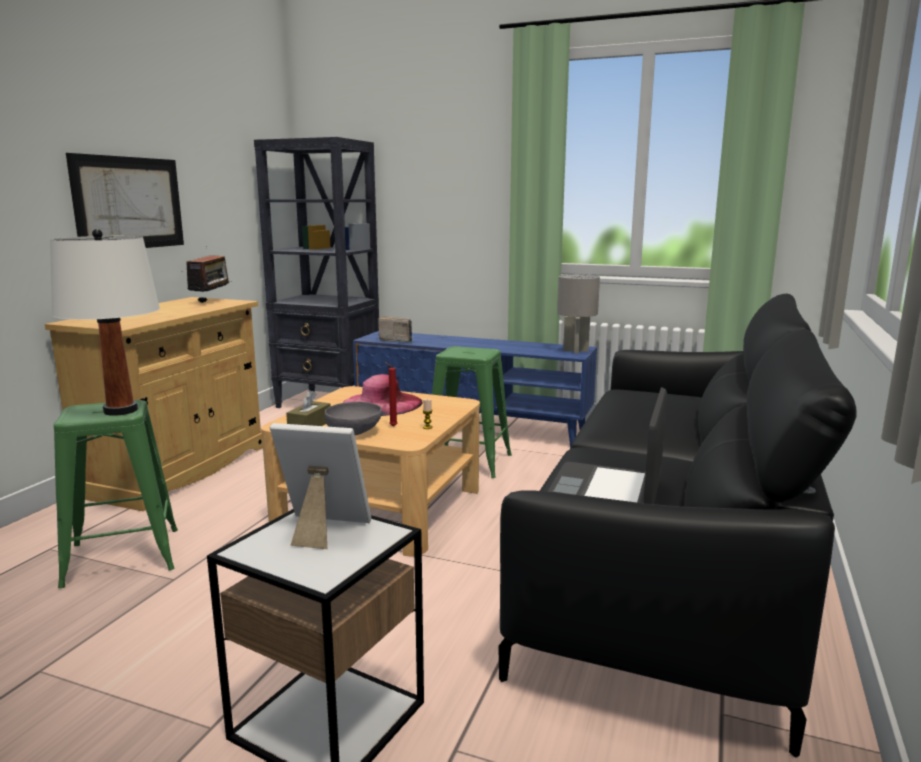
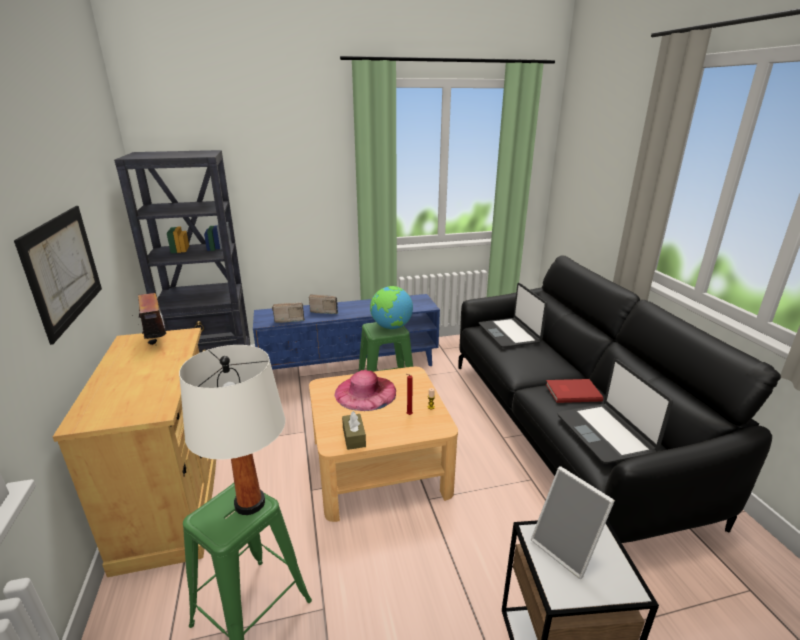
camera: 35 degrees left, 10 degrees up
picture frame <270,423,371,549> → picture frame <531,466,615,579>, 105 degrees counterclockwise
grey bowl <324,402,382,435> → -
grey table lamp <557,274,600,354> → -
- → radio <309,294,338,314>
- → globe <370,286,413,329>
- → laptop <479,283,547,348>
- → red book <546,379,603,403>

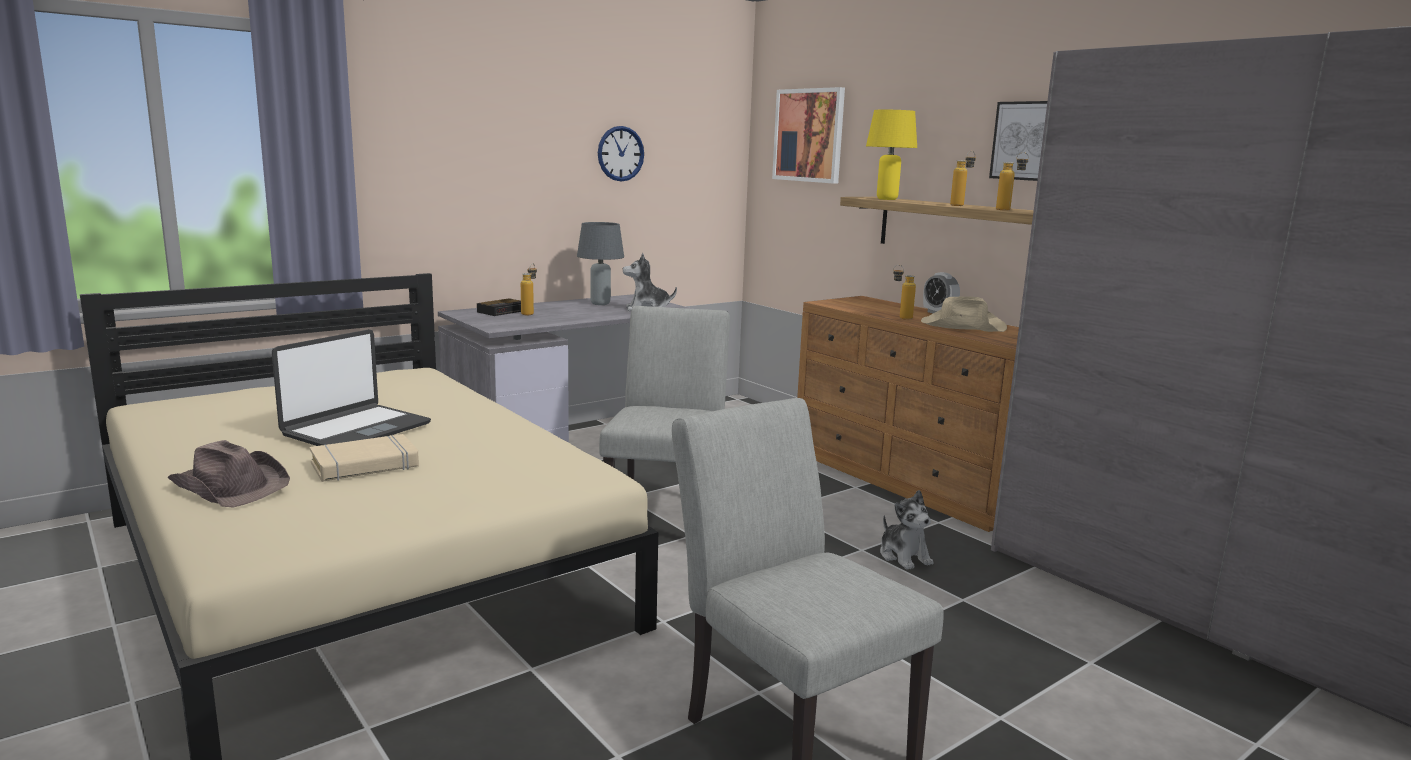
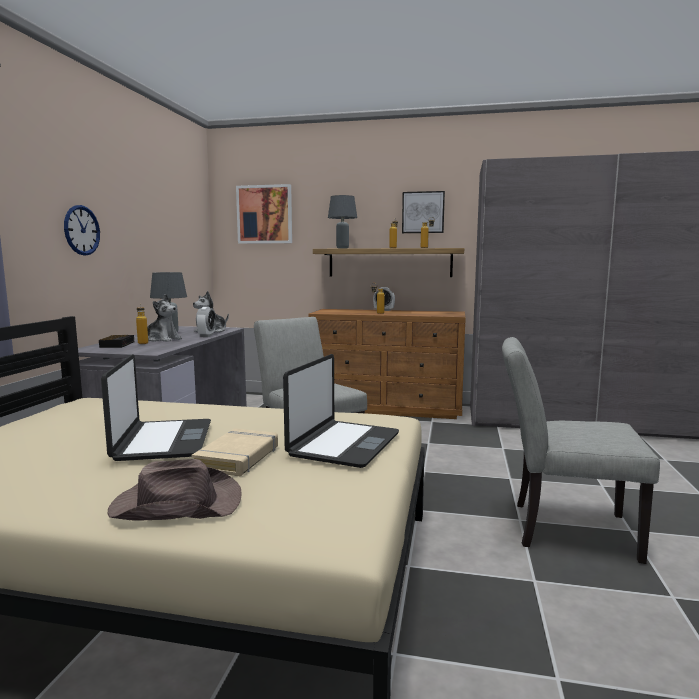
camera: 40 degrees left, 5 degrees down
wall clock <598,126,644,182> → wall clock <64,205,100,256>, move
yellow table lamp <866,110,917,200> → grey table lamp <328,195,357,249>
plush toy <880,490,933,570> → plush toy <147,294,182,342>, move
beige hat <921,297,1007,332> → -
- → alarm clock <196,307,216,337>
- → laptop <283,354,399,468>

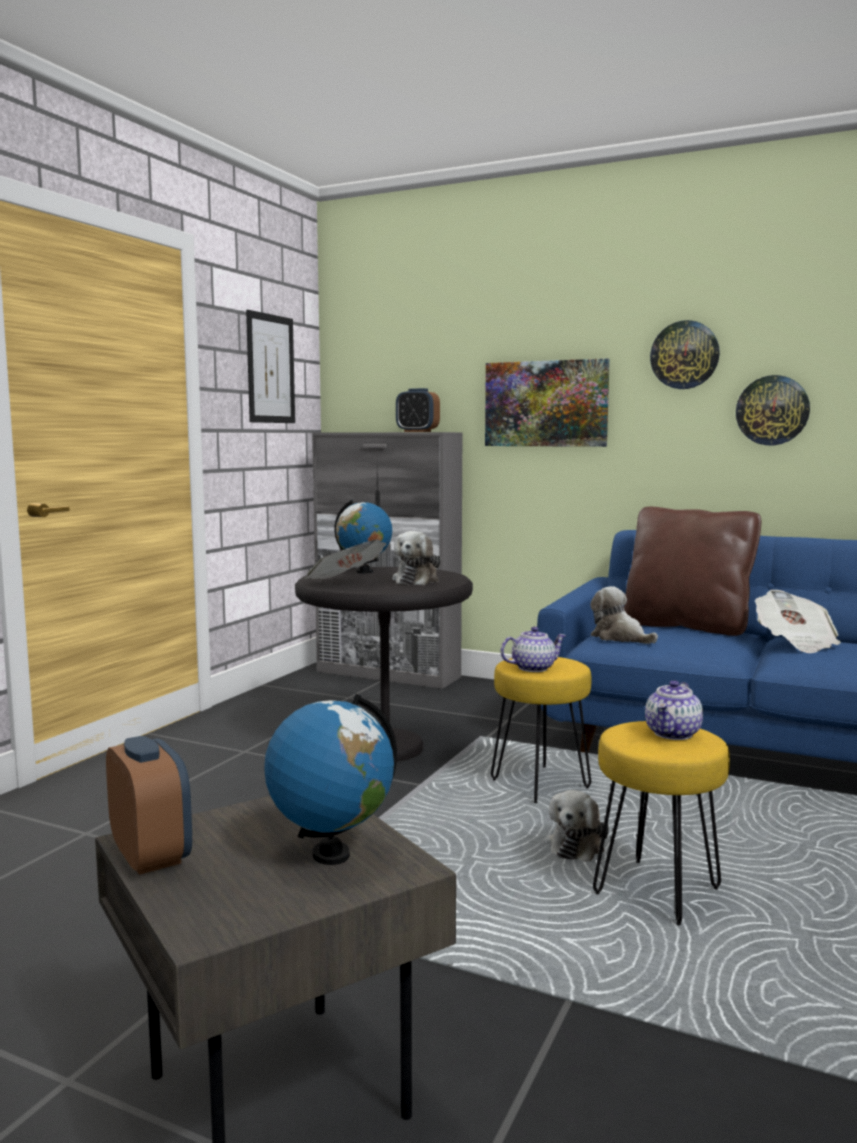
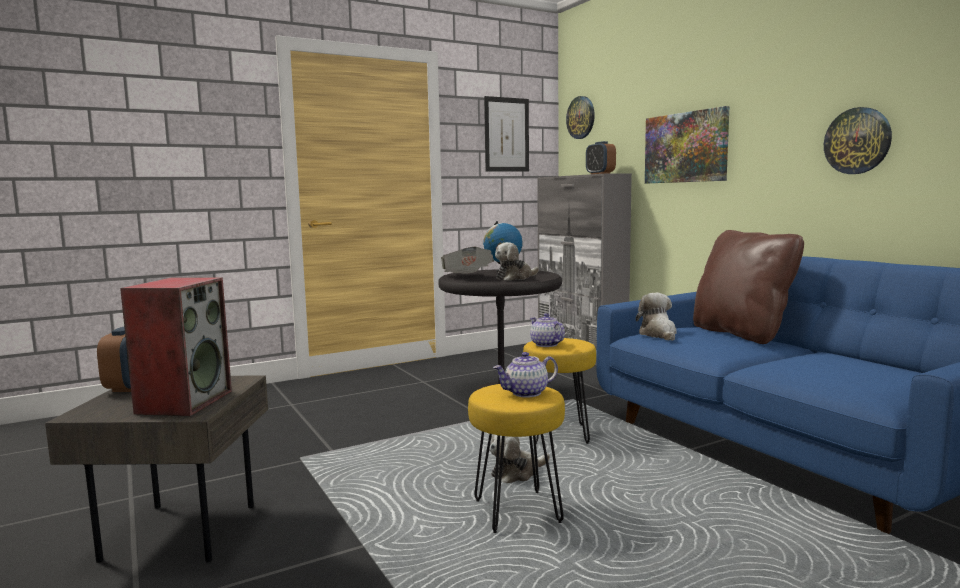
camera: 35 degrees right, 0 degrees up
globe <264,694,397,865> → speaker <120,277,232,416>
teapot <500,627,566,672> → teapot <530,313,565,347>, 135 degrees counterclockwise
wall clock <650,320,720,389> → wall clock <566,96,595,139>, move
newspaper <755,590,841,653> → -

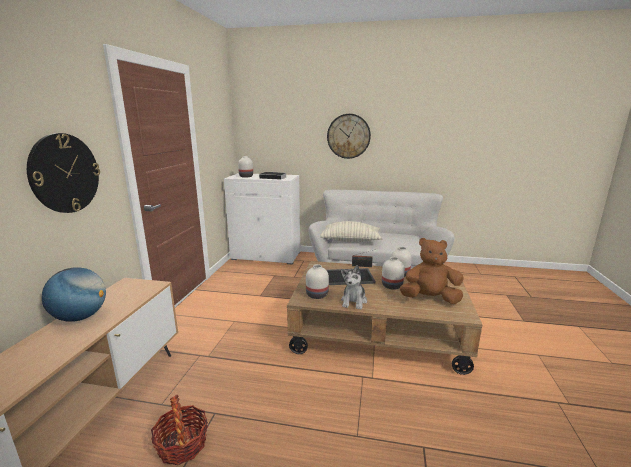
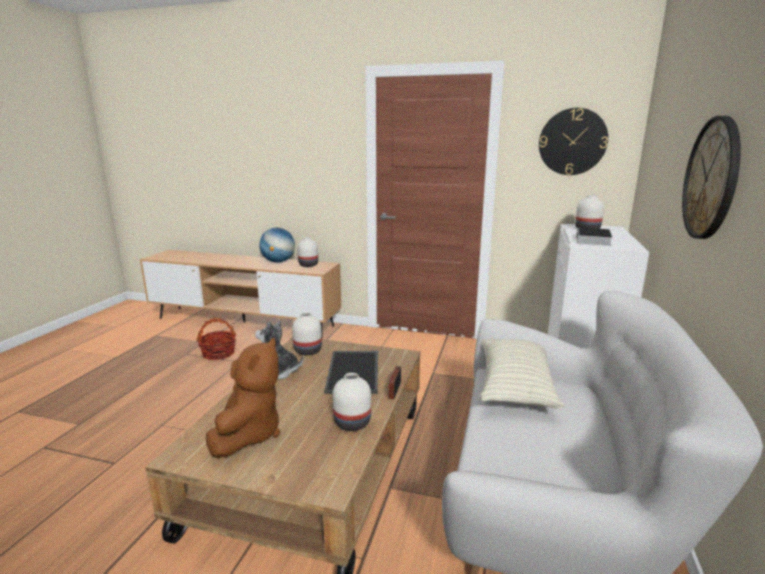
camera: 95 degrees right, 0 degrees up
wall clock <27,133,100,213> → wall clock <539,108,608,175>, move
white vase <382,257,405,290> → white vase <298,237,318,267>, move

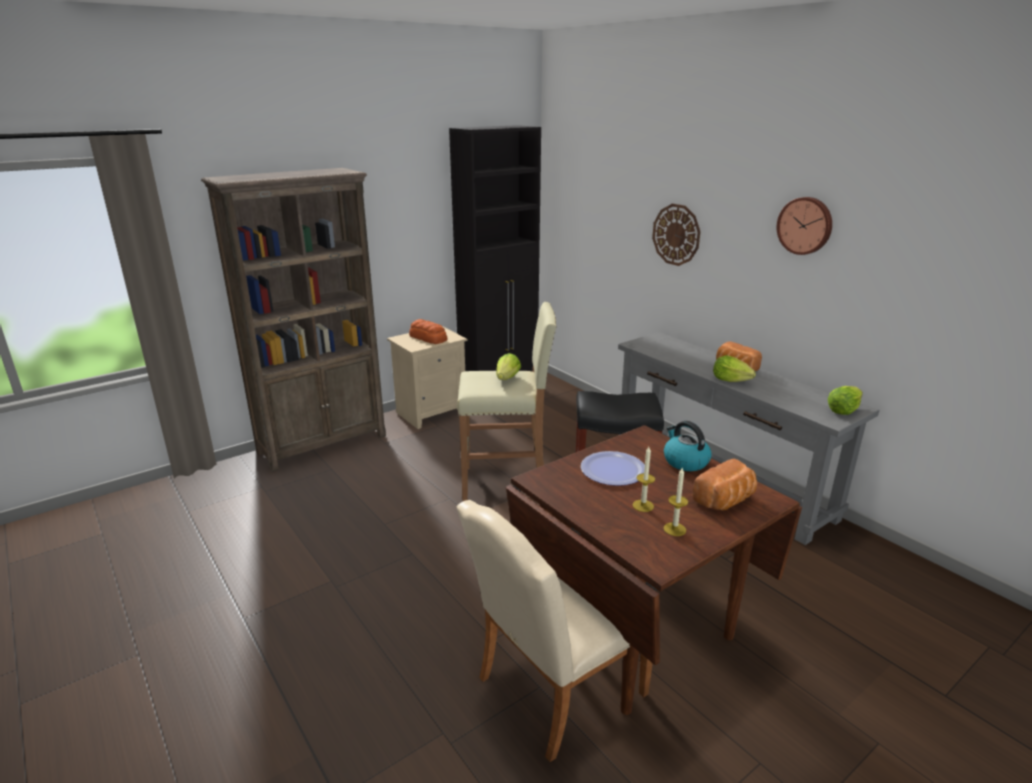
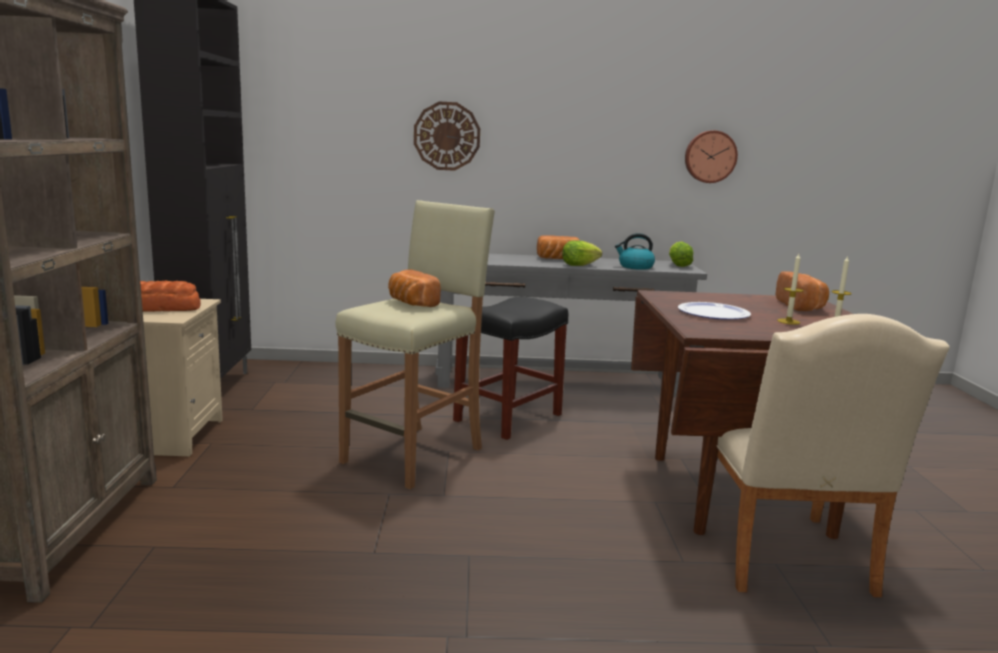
camera: 55 degrees left, 10 degrees down
lettuce <496,353,521,380> → bread <388,269,441,307>
kettle <664,421,712,471> → kettle <615,233,655,270>, move
wall clock <777,197,832,255> → wall clock <685,130,738,183>, move

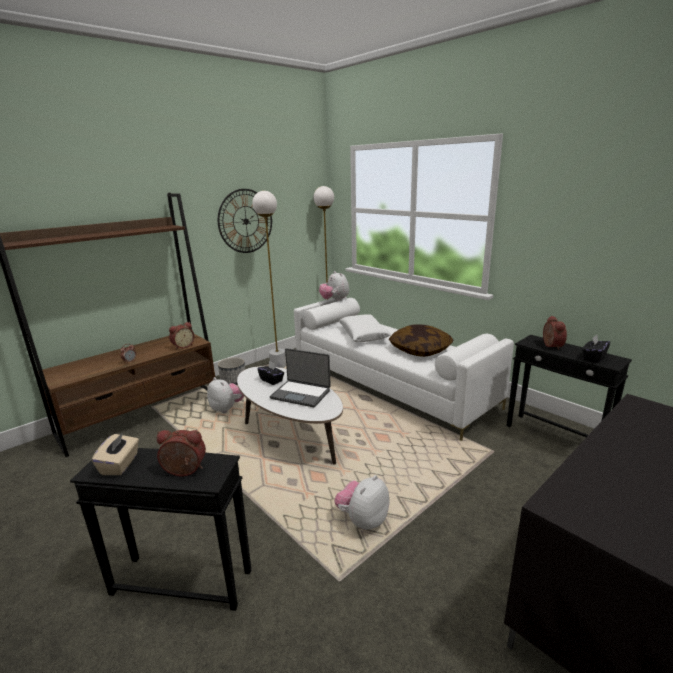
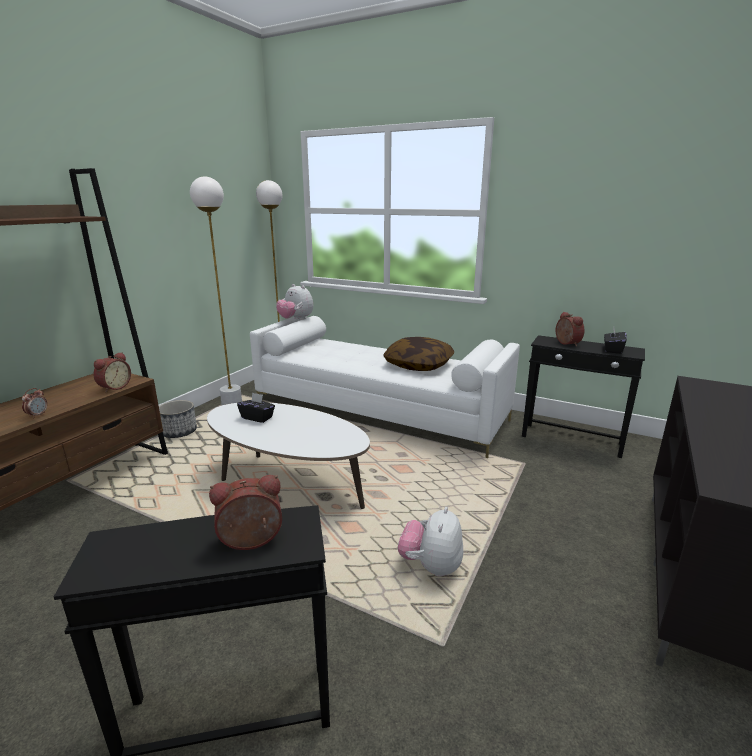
camera: 20 degrees left, 0 degrees up
beige tissue box <92,432,139,475> → -
plush toy <207,377,244,413> → -
wall clock <218,189,272,253> → -
laptop <270,348,331,407> → -
white pillow <339,314,391,342> → -

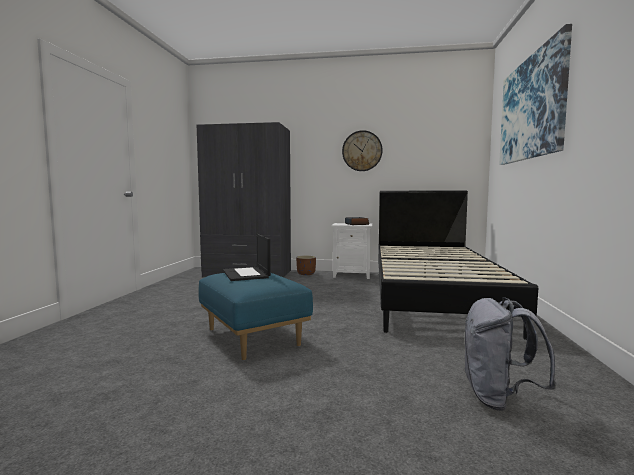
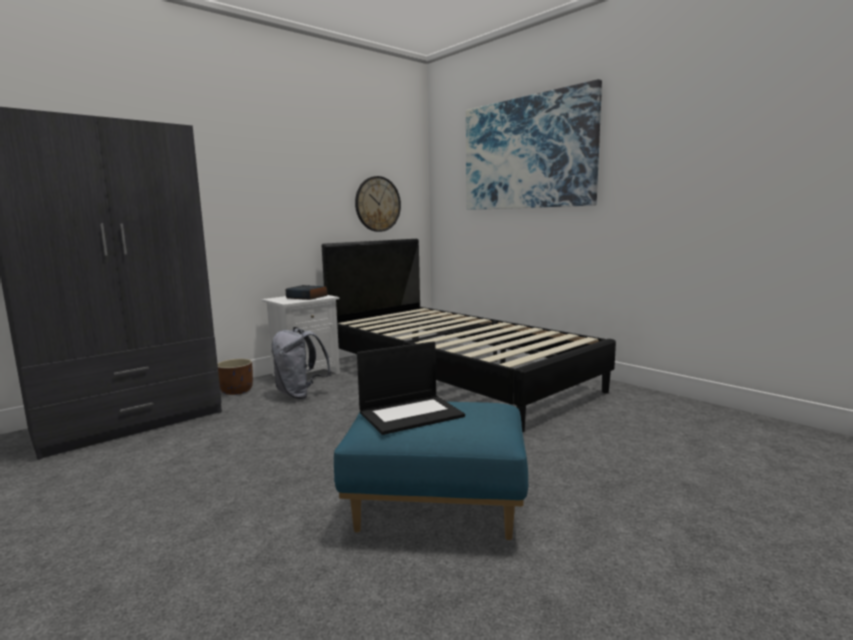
camera: 50 degrees left, 5 degrees up
laptop <223,234,271,281> → laptop <357,341,465,435>, 45 degrees counterclockwise
wall clock <342,130,382,171> → wall clock <355,176,401,232>, move
grey backpack <463,297,557,411> → grey backpack <272,327,332,399>, move

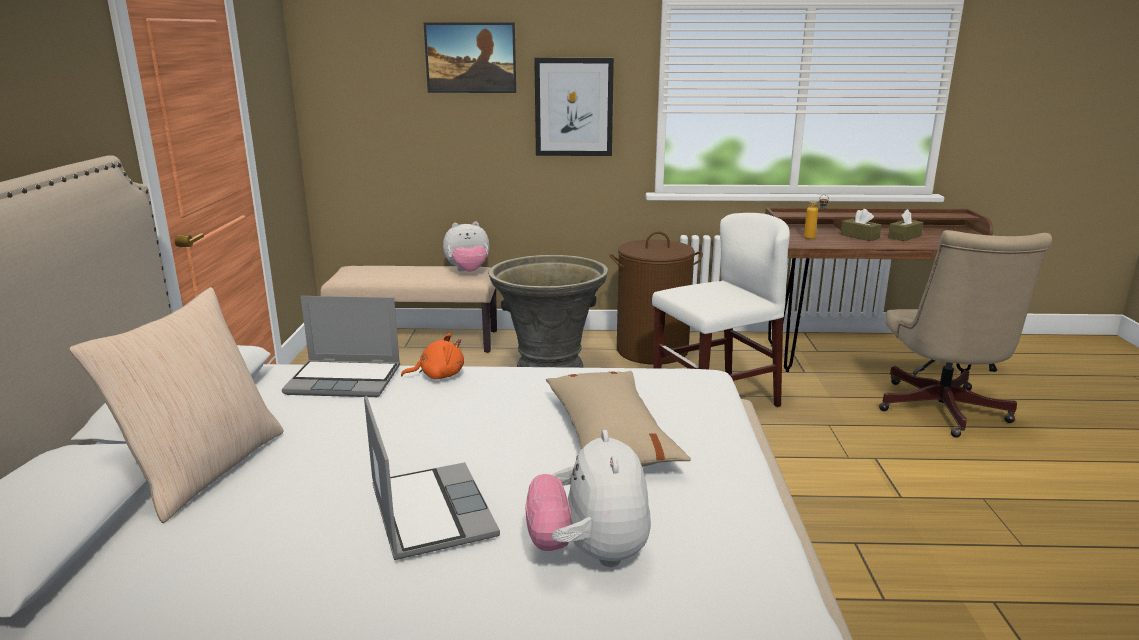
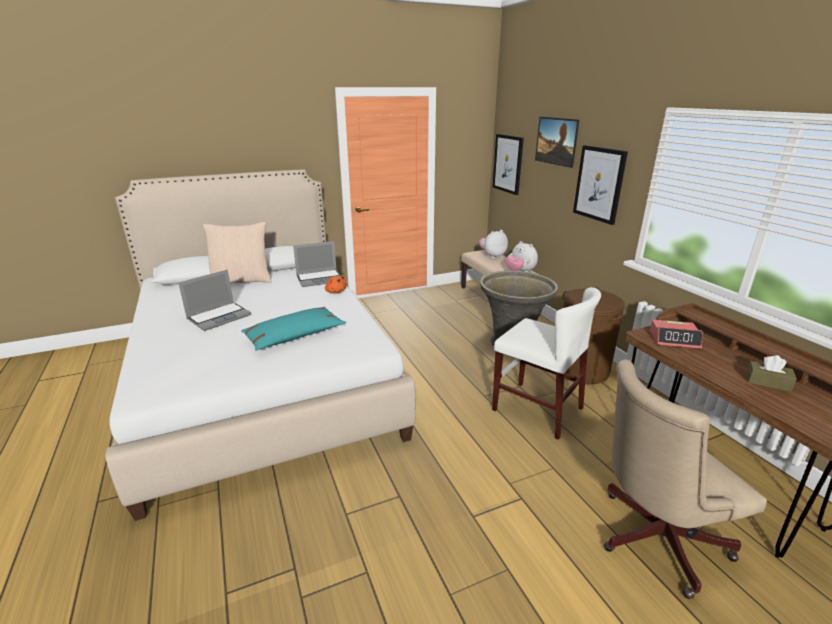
camera: 65 degrees right, 5 degrees up
laptop <282,296,400,397> → laptop <293,241,341,287>, 90 degrees counterclockwise
plush toy <526,430,651,567> → plush toy <479,230,508,259>, move
beige pillow <546,371,691,467> → turquoise pillow <241,307,346,350>
bottle <804,195,829,239> → alarm clock <650,320,703,349>
brown tissue box <841,209,881,241> → -
- → picture <493,134,524,195>

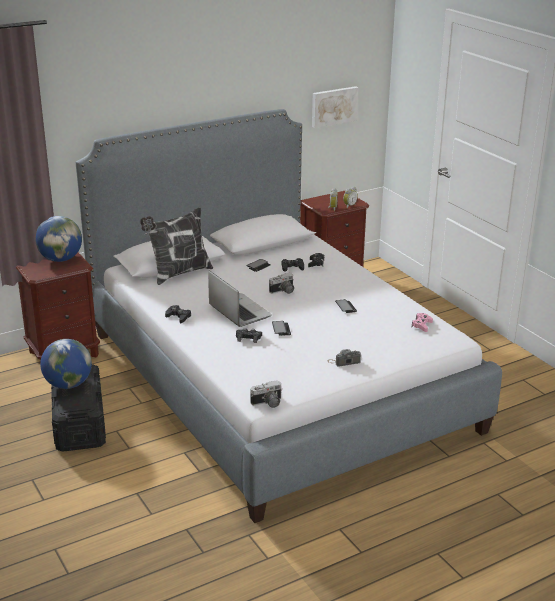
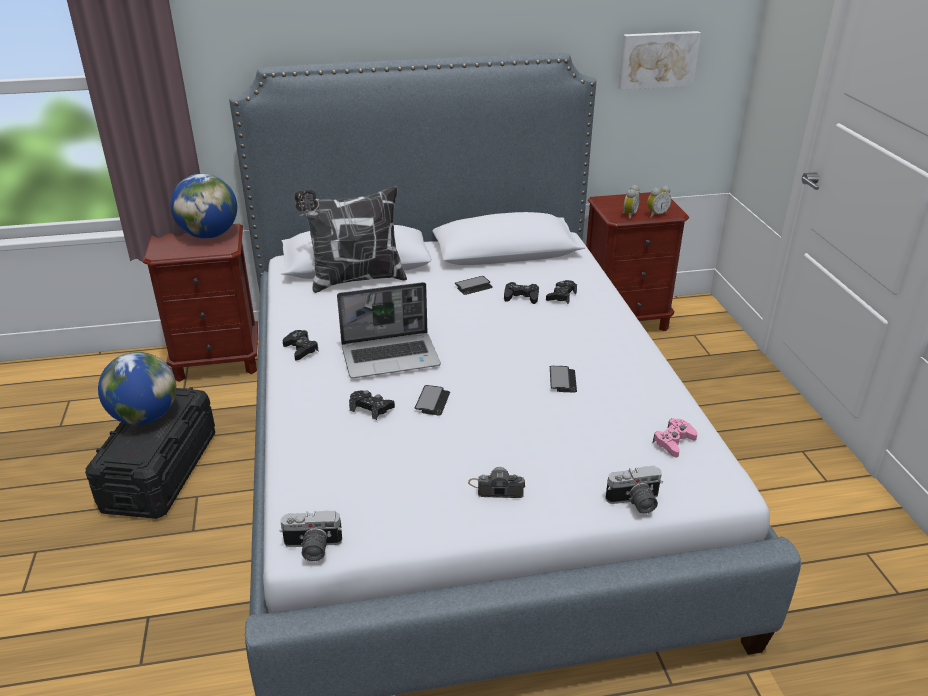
camera: 20 degrees right, 5 degrees up
laptop <208,270,272,327> → laptop <337,282,441,378>, 90 degrees clockwise
photo camera <269,273,294,294> → photo camera <606,465,663,514>, move

